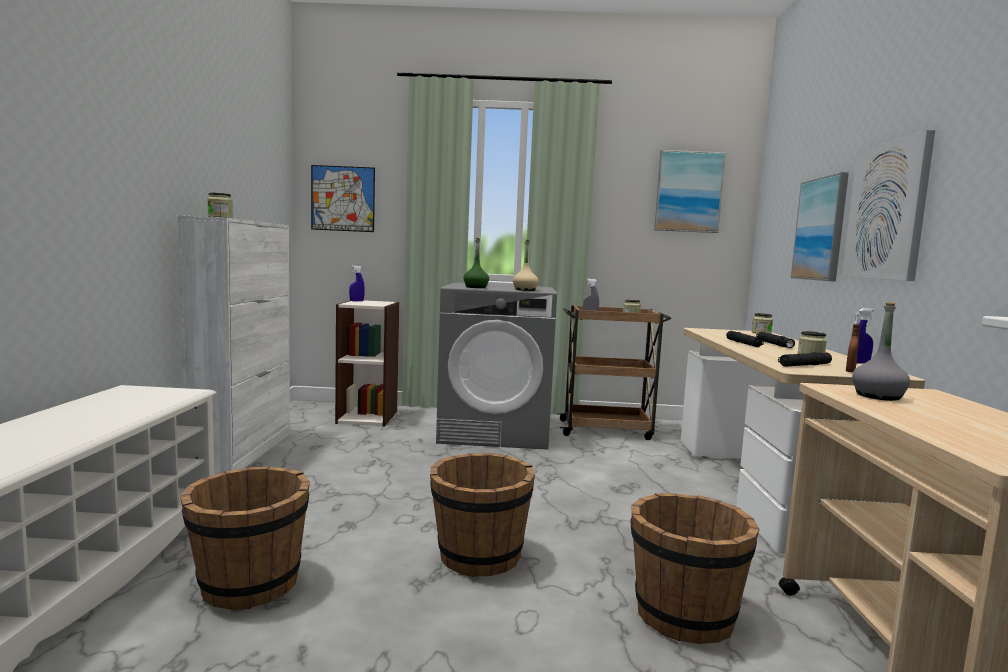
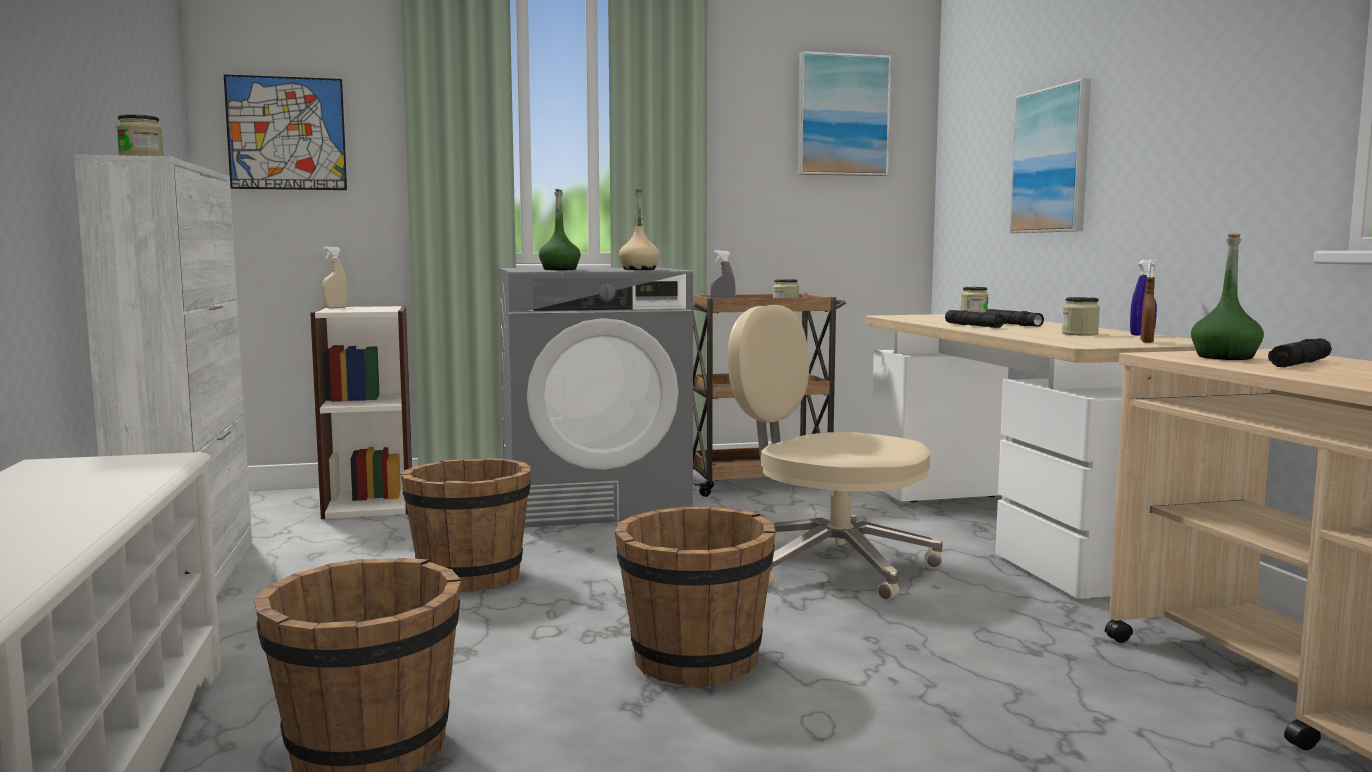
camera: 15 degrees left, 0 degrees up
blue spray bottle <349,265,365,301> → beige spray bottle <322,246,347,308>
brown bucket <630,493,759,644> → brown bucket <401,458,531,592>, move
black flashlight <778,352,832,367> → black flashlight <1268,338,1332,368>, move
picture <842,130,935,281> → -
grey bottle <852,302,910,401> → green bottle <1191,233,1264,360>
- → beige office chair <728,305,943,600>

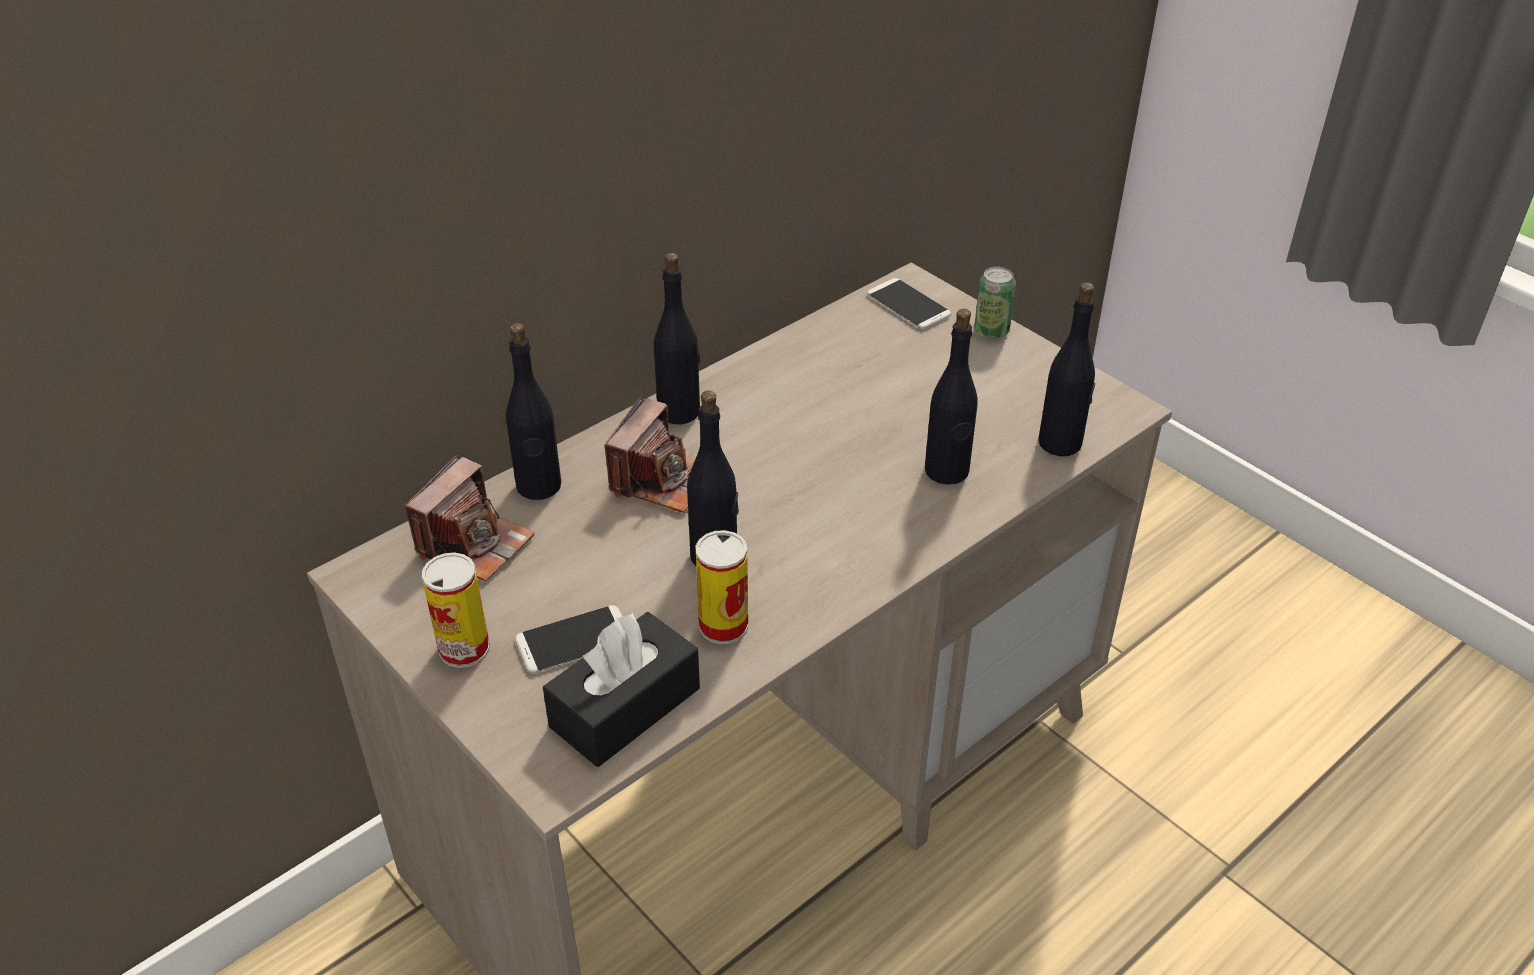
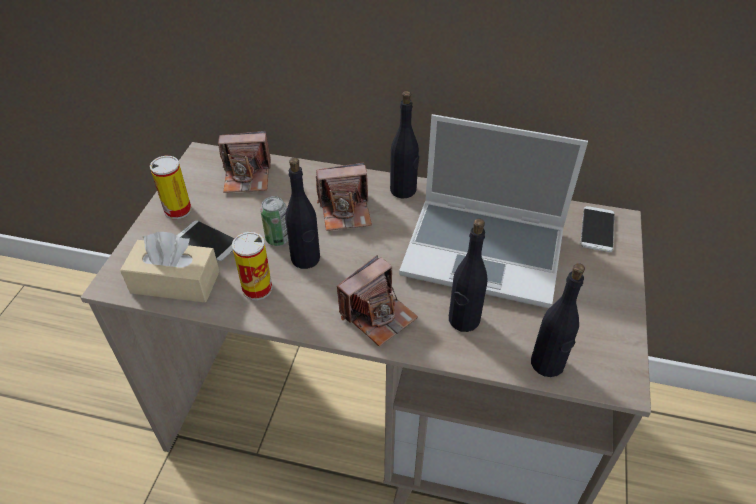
camera: 55 degrees right, 5 degrees up
black bottle <506,323,561,500> → -
black tissue box <543,612,700,767> → beige tissue box <120,232,220,302>
can <974,267,1016,339> → can <260,196,288,246>, move
- → photo camera <337,255,418,347>
- → laptop <399,114,588,308>

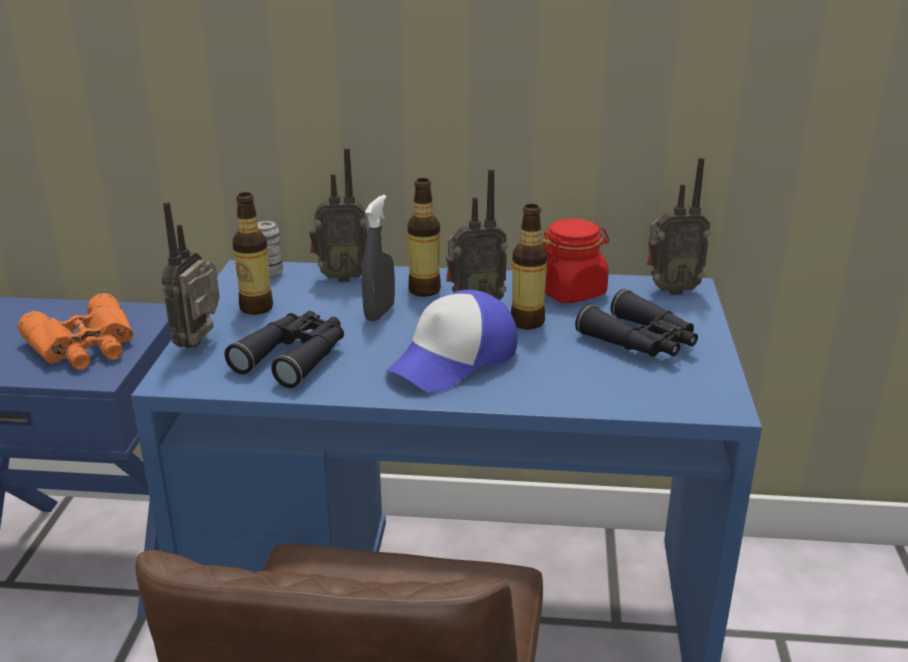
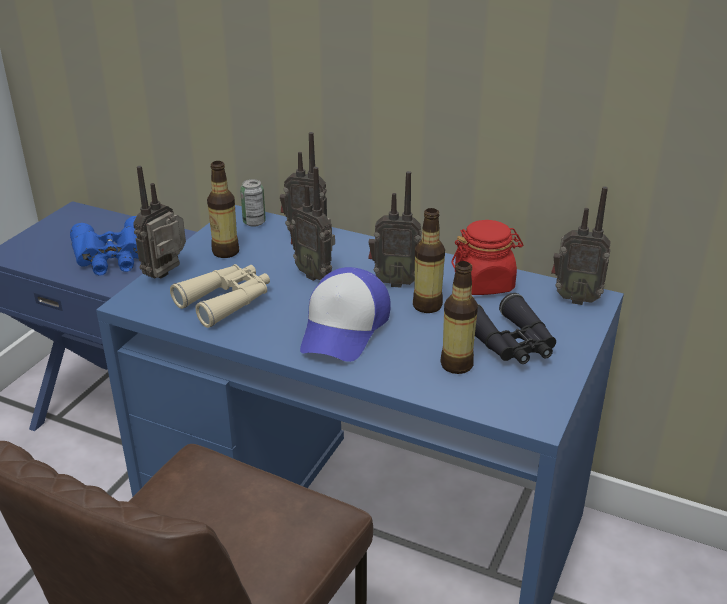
camera: 20 degrees right, 5 degrees up
orange binoculars <18,293,134,370> → blue binoculars <70,216,139,276>
black binoculars <225,311,344,388> → beige binoculars <170,264,270,328>
grey spray bottle <362,195,395,321> → radio <289,167,335,281>
cap <385,290,518,393> → cap <300,267,391,362>, 45 degrees counterclockwise
bottle <408,178,441,297> → bottle <440,261,478,374>, move

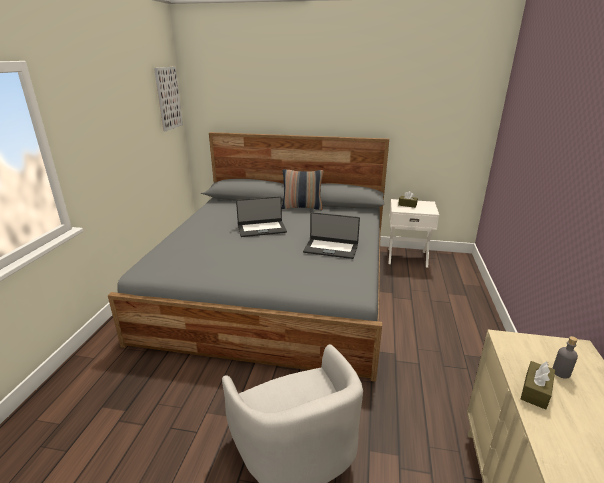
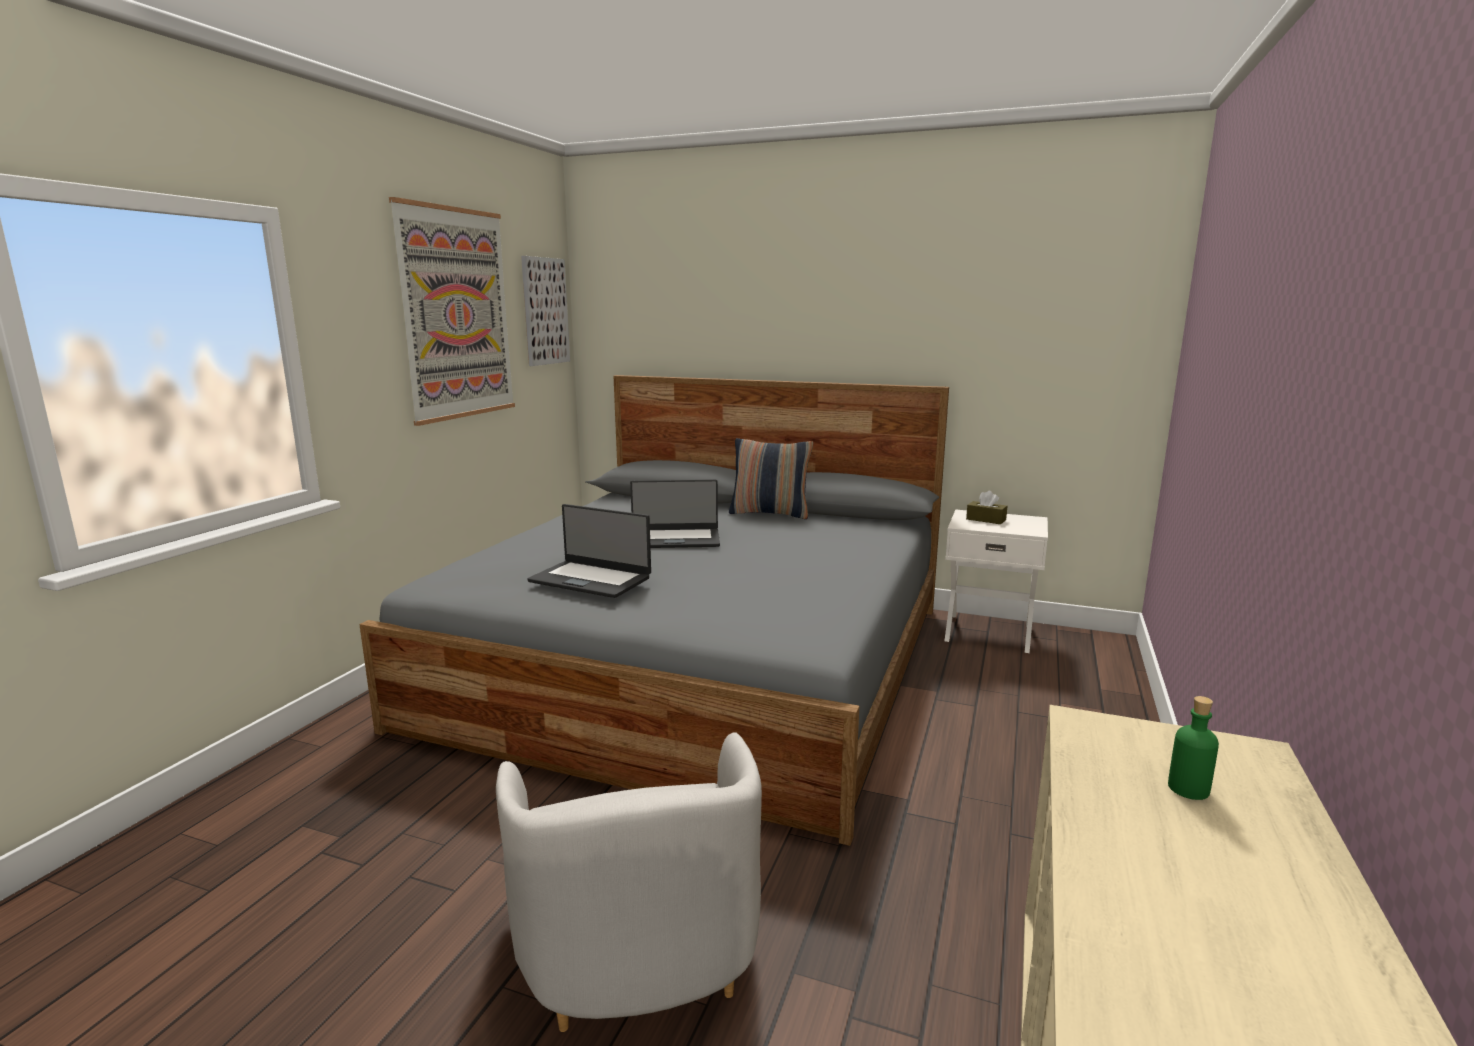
camera: 10 degrees right, 10 degrees down
laptop <303,212,360,259> → laptop <527,504,651,598>, move
brown tissue box <521,361,555,410> → -
grey bottle <552,336,578,379> → green bottle <1168,696,1219,800>
- → picture <389,197,515,426>

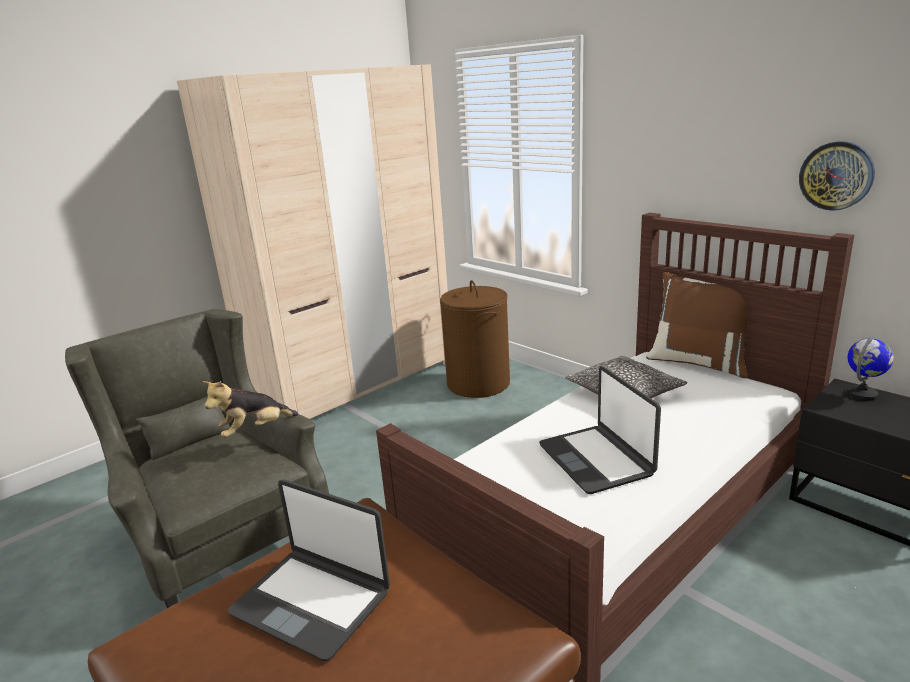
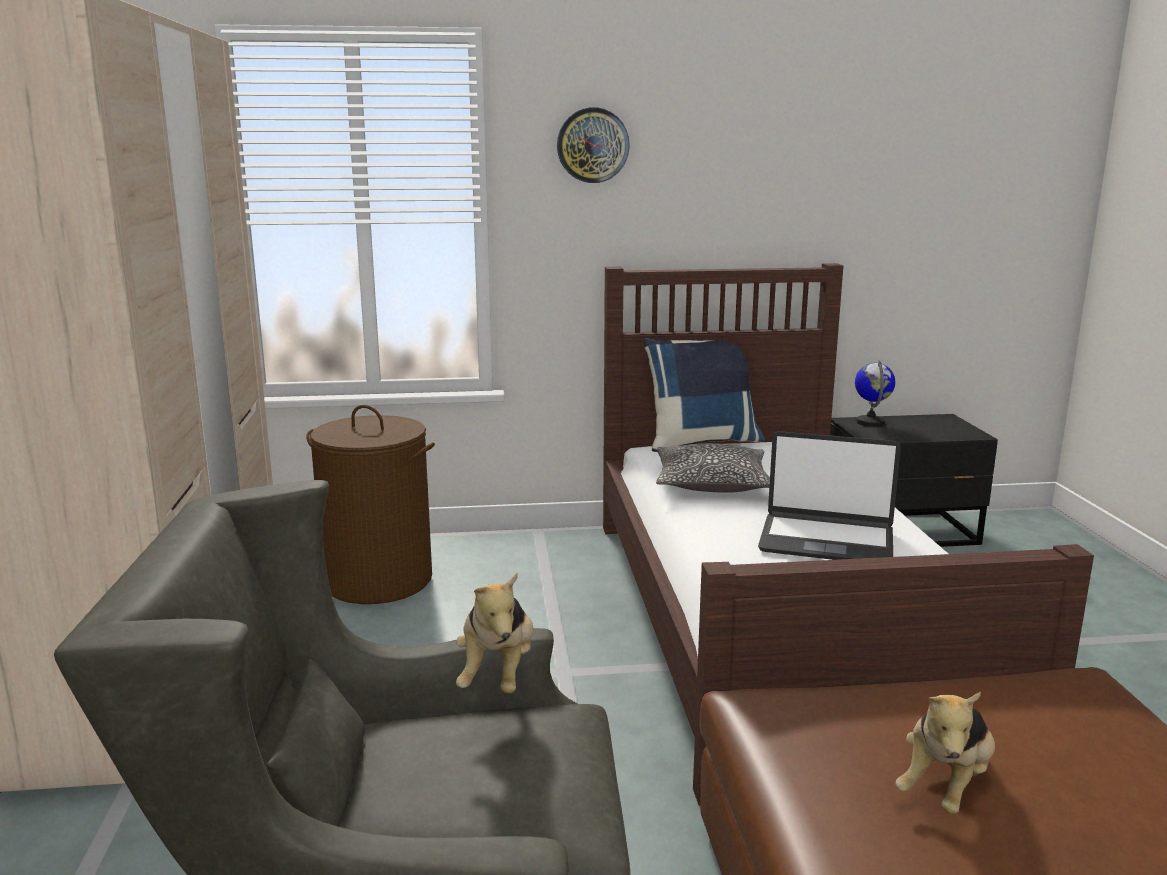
camera: 55 degrees left, 5 degrees down
laptop <227,479,390,662> → plush toy <895,692,995,814>
brown pillow <646,272,748,378> → blue pillow <642,338,765,452>
wall clock <799,141,875,211> → wall clock <557,107,630,183>, move

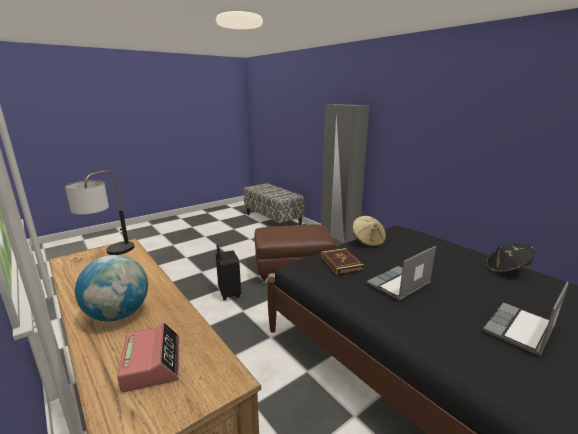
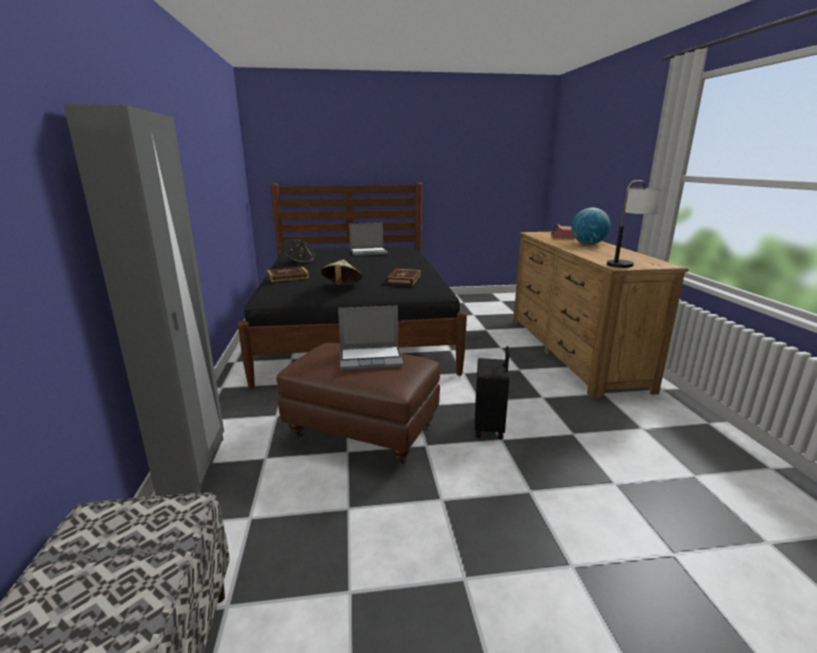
camera: 150 degrees left, 0 degrees up
laptop <367,246,436,301> → laptop <338,305,403,370>, move
- → book <267,267,309,282>

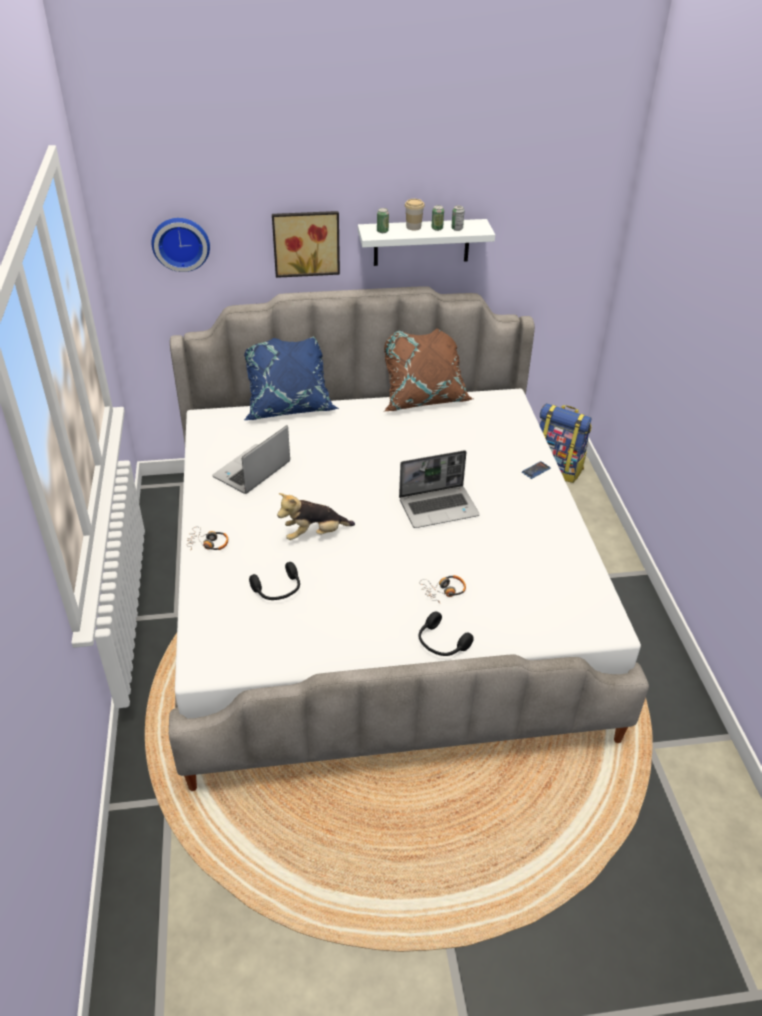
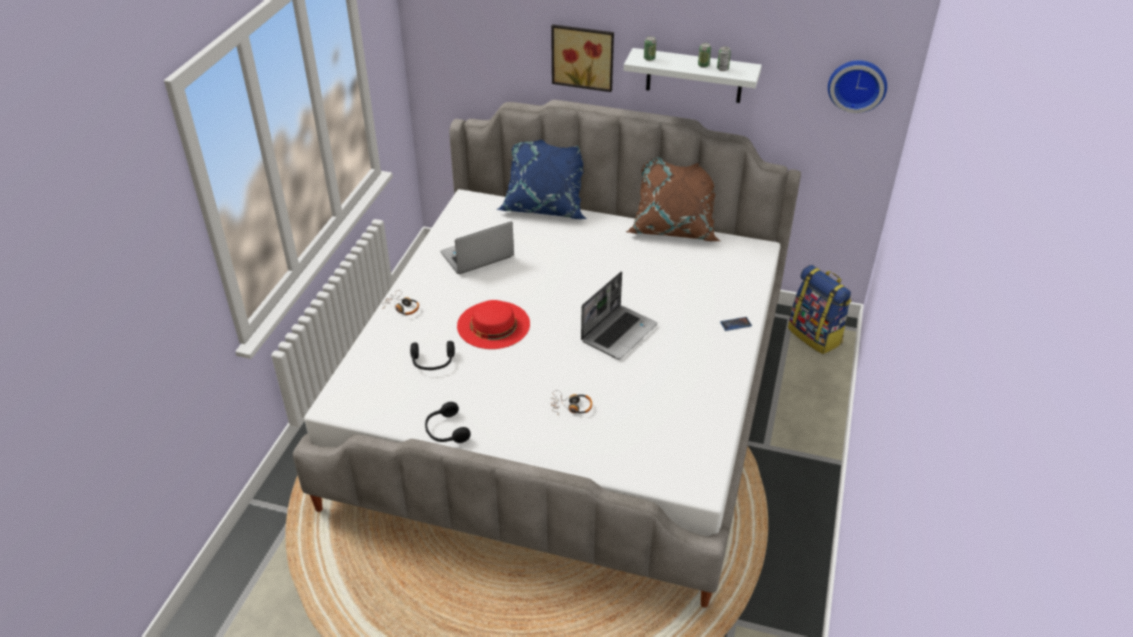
camera: 25 degrees right, 0 degrees up
wall clock <152,218,210,272> → wall clock <828,60,887,113>, move
plush toy <277,493,355,540> → red hat <457,300,530,349>
laptop <399,450,480,528> → laptop <581,271,657,359>, 60 degrees counterclockwise
cup <405,199,425,231> → -
black headphones <419,611,474,656> → black headphones <425,402,471,443>, move

